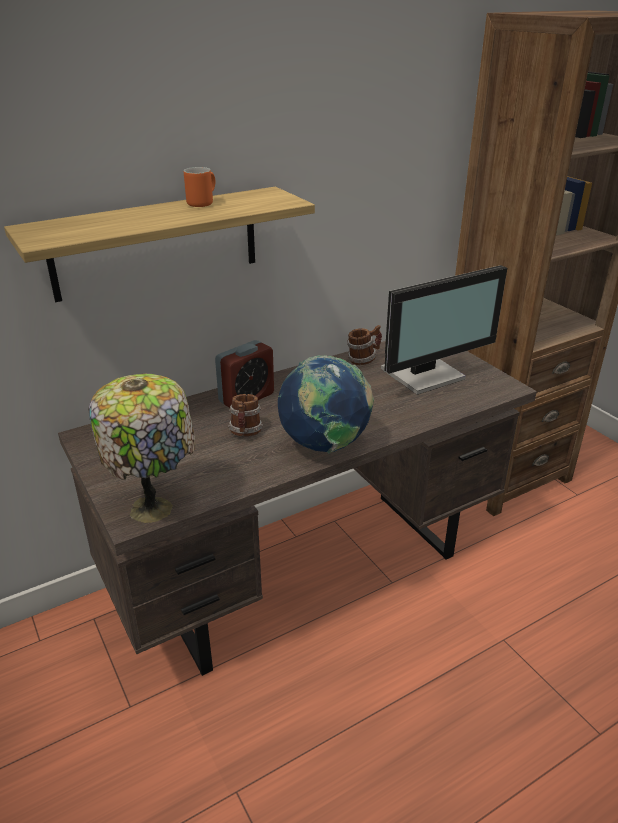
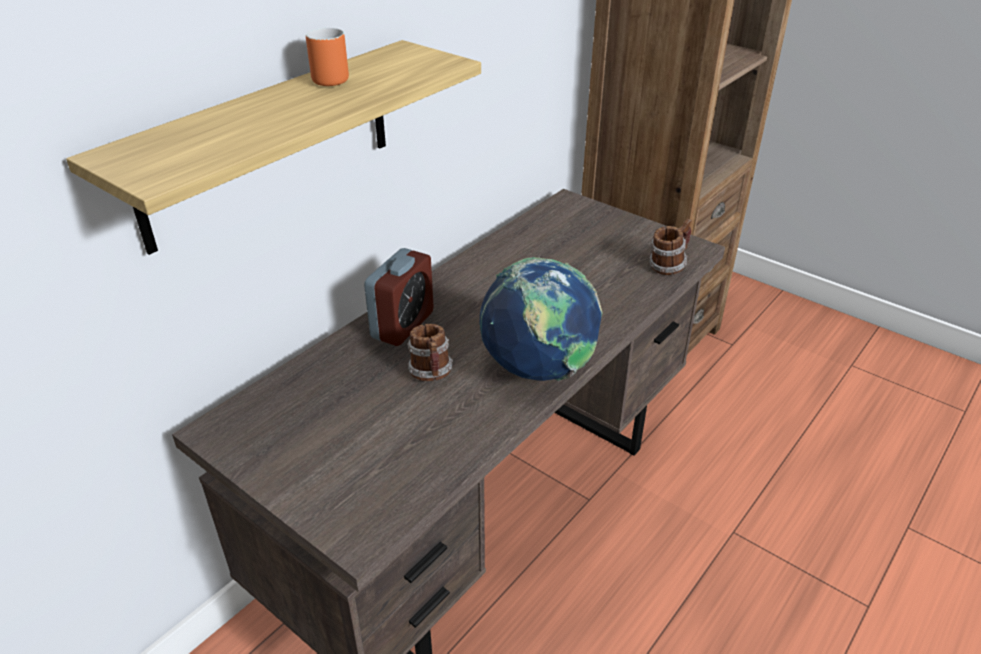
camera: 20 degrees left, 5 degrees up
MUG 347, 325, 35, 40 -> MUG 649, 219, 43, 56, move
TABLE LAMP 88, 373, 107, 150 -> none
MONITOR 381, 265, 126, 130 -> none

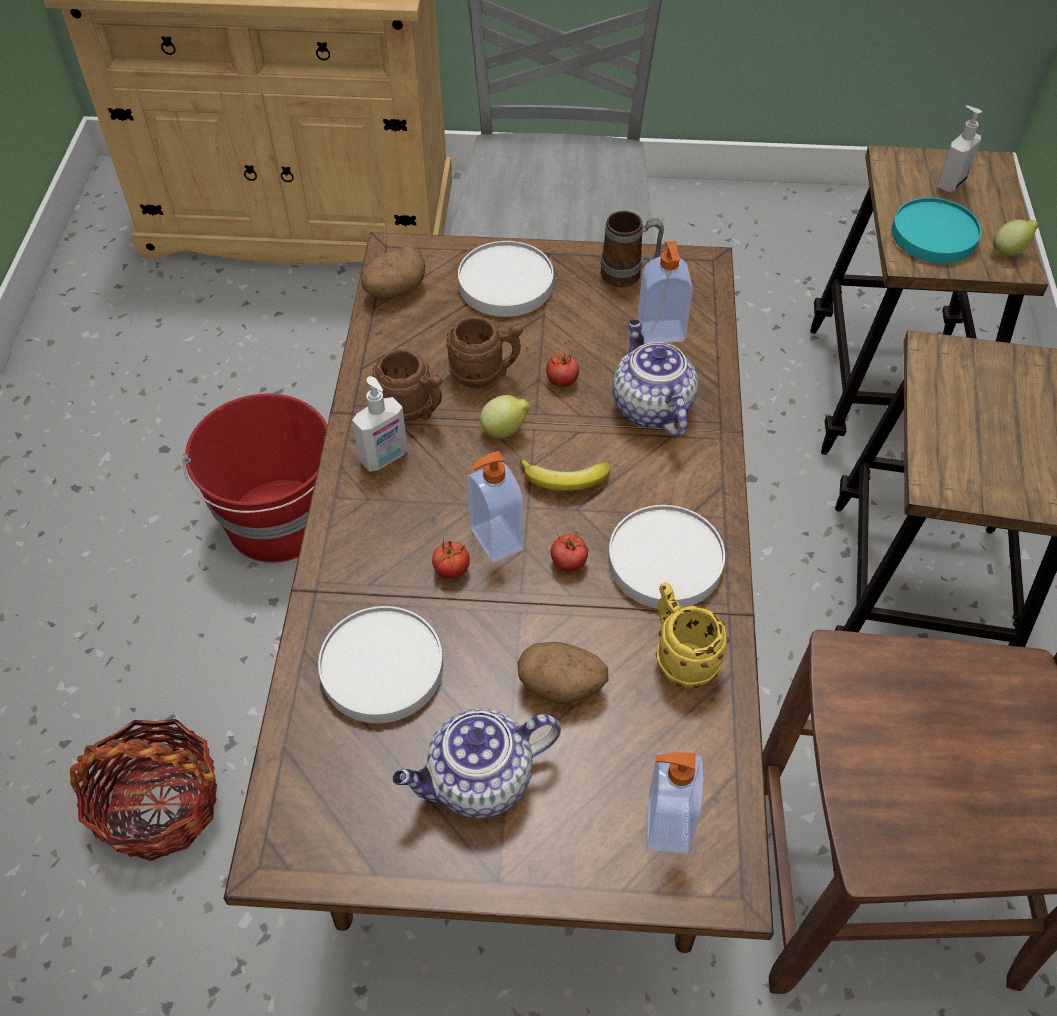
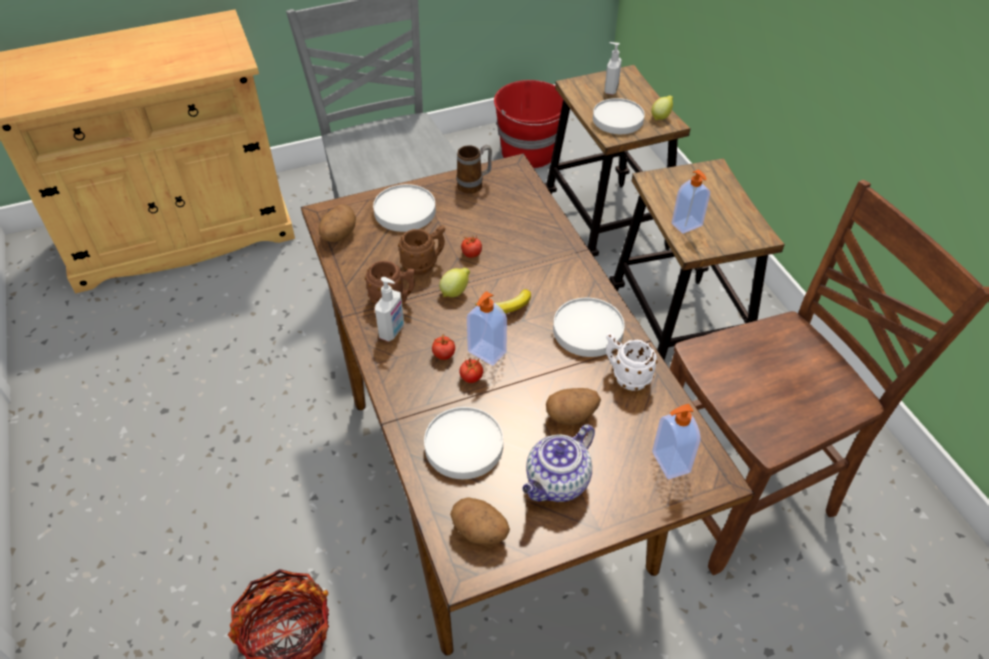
camera: 25 degrees left, 5 degrees down
TOMATO 551, 532, 38, 40 -> TOMATO 432, 334, 23, 26, move
none -> POTATO 450, 497, 60, 47
RED BUCKET 182, 394, 145, 169 -> RED BUCKET 494, 80, 69, 88, move
TURQUOISE PLATE 892, 198, 89, 65 -> WHITE PLATE 593, 98, 52, 36
YELLOW MUG 656, 582, 73, 106 -> WHITE MUG 606, 333, 52, 58
SOAP DISPENSER 637, 241, 56, 103 -> SOAP DISPENSER 672, 170, 38, 64, move
TEAPOT 613, 319, 85, 119 -> none

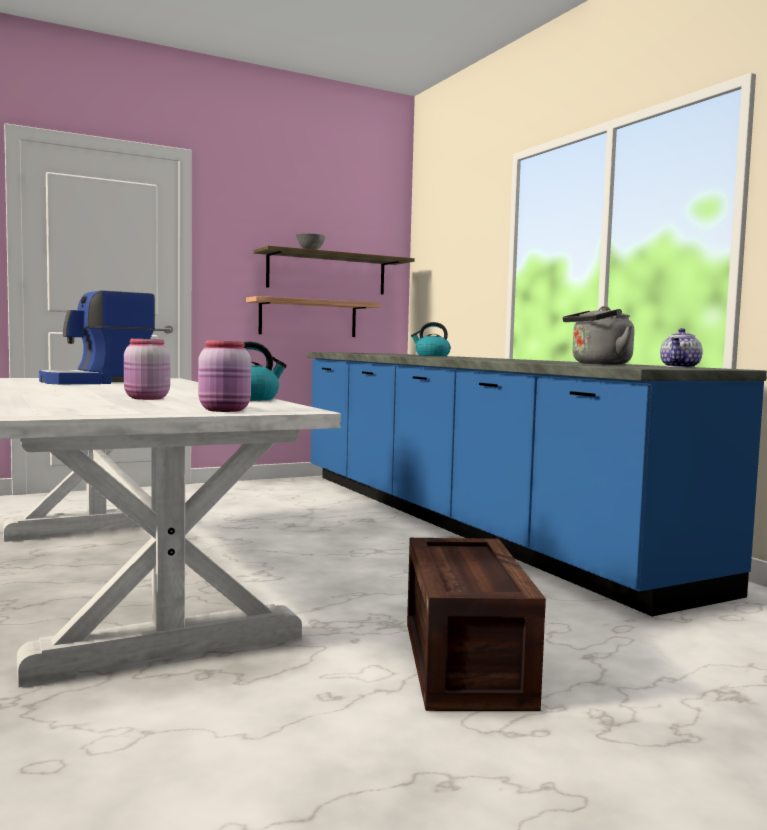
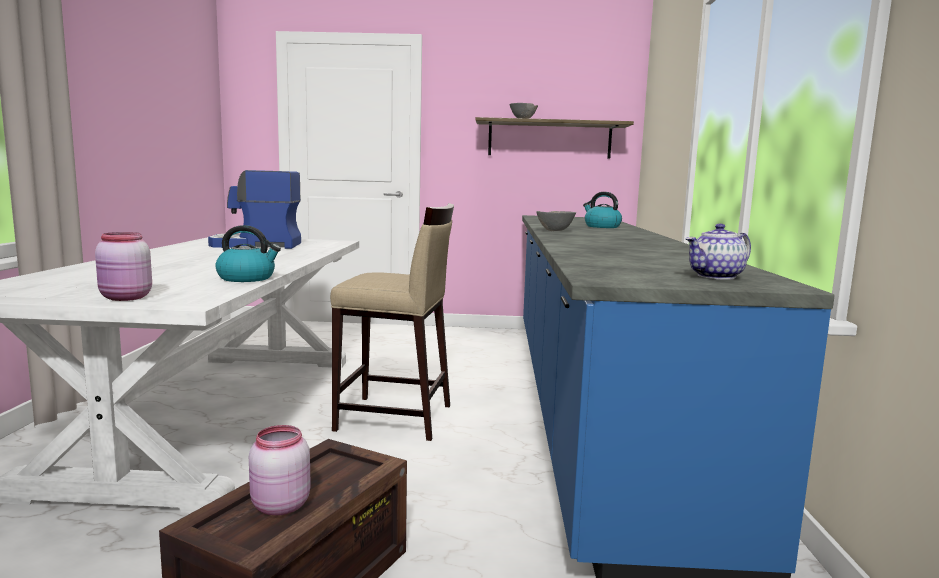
camera: 30 degrees right, 5 degrees up
PINK JAR 124, 339, 46, 61 -> PINK JAR 249, 425, 62, 90, move
none -> BEIGE STOOL 330, 203, 124, 238
none -> GREY BOWL 536, 211, 40, 20
SHELF 246, 296, 134, 41 -> none
GREY KETTLE 563, 306, 71, 59 -> none

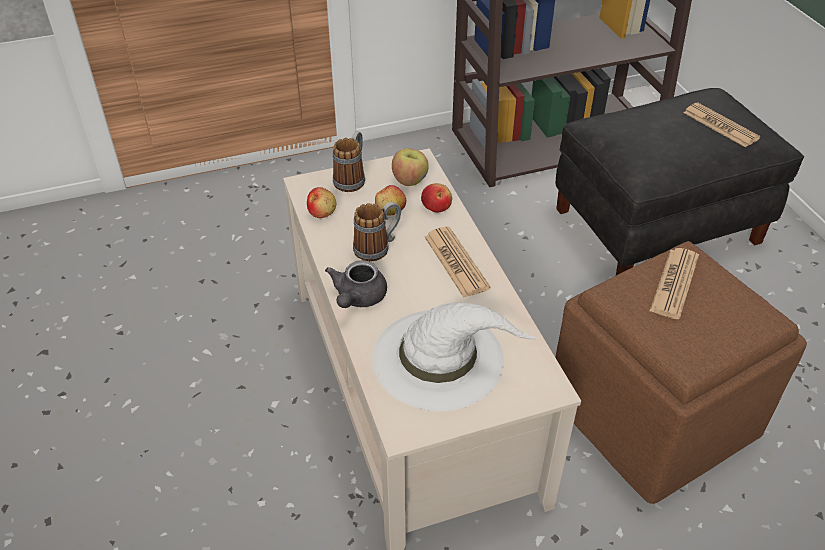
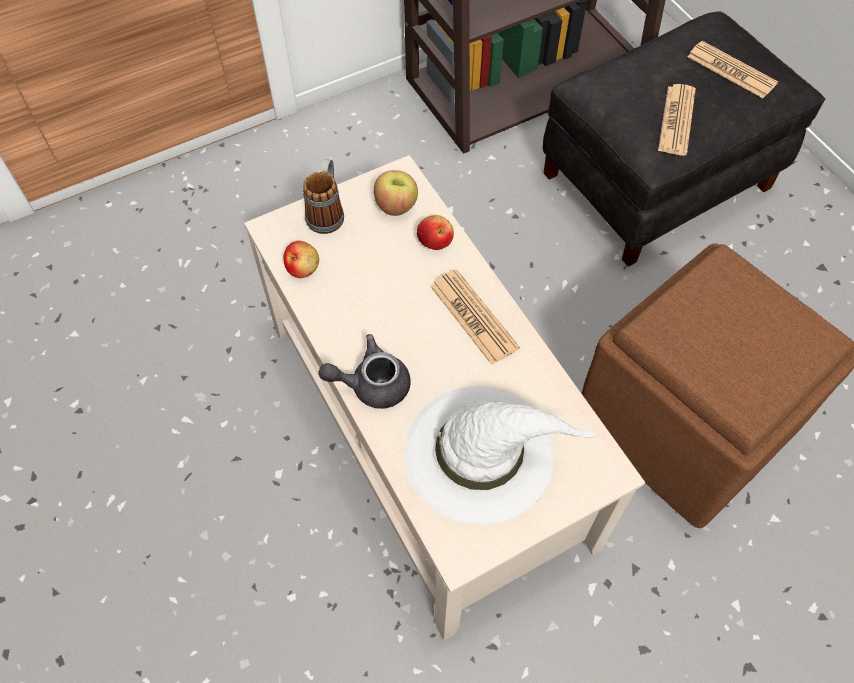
camera: 10 degrees left, 15 degrees up
GREY TEAPOT 325, 260, 62, 48 -> GREY TEAPOT 318, 334, 93, 75, 75 degrees clockwise
NEWSPAPER 650, 248, 49, 71 -> NEWSPAPER 658, 84, 38, 71, move
MUG 353, 202, 48, 59 -> none
APPLE 375, 185, 31, 31 -> none

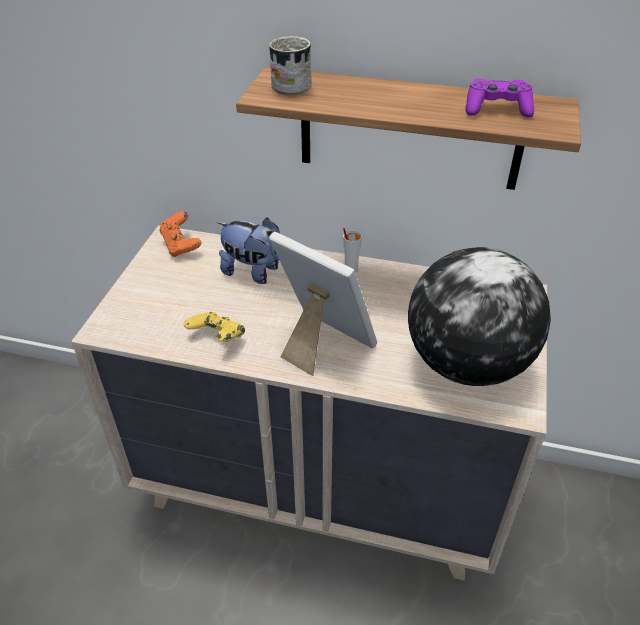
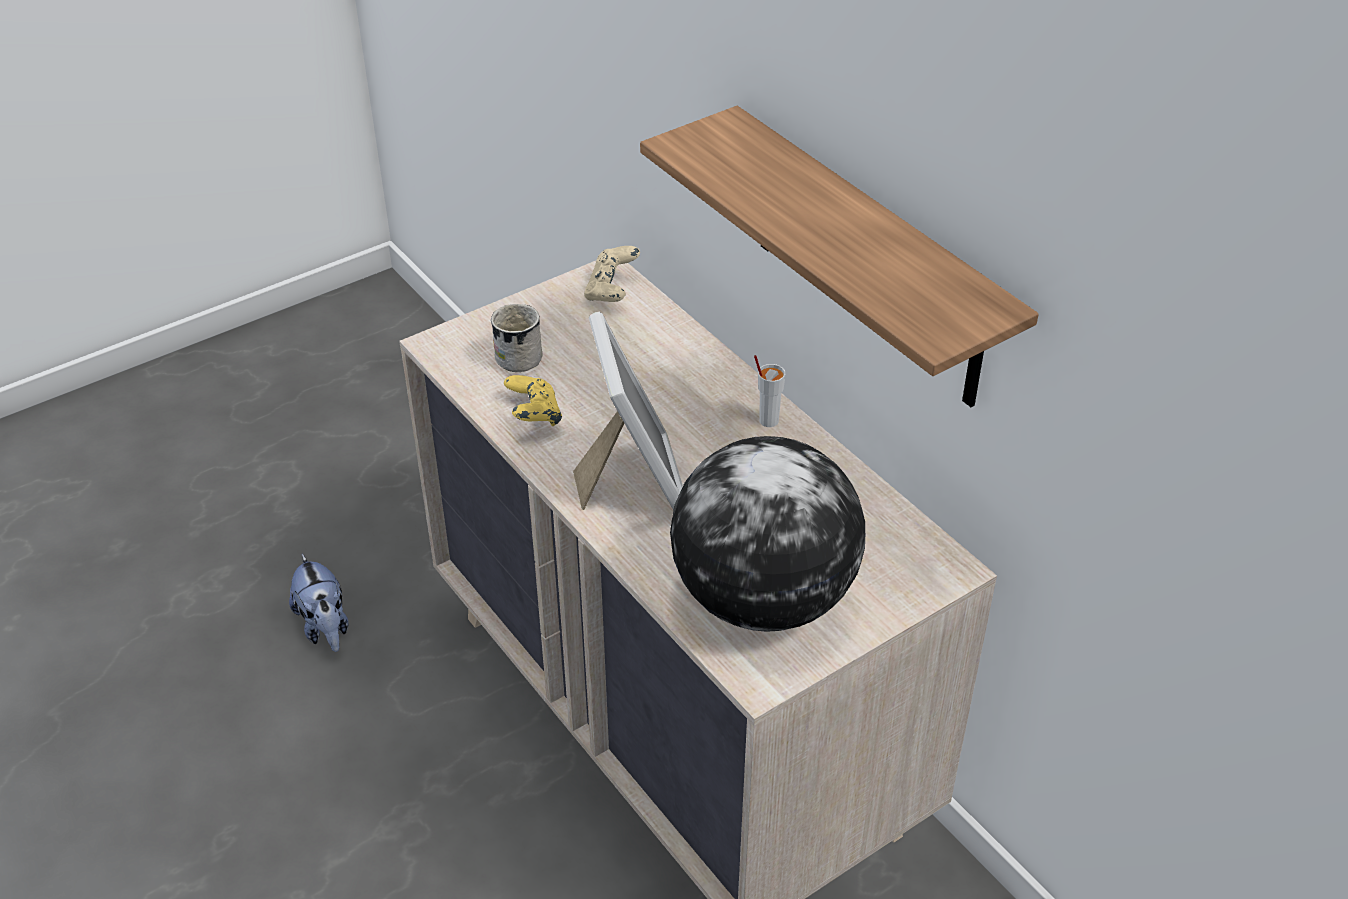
camera: 40 degrees right, 0 degrees up
PLUSH TOY 217, 218, 63, 66 -> PLUSH TOY 289, 554, 59, 98, move
WHITE MUG 269, 36, 43, 59 -> WHITE MUG 491, 304, 52, 68, move
ORANGE GAME CONTROLLER 159, 211, 42, 46 -> BEIGE GAME CONTROLLER 584, 246, 56, 56
PURPLE GAME CONTROLLER 465, 78, 69, 39 -> none

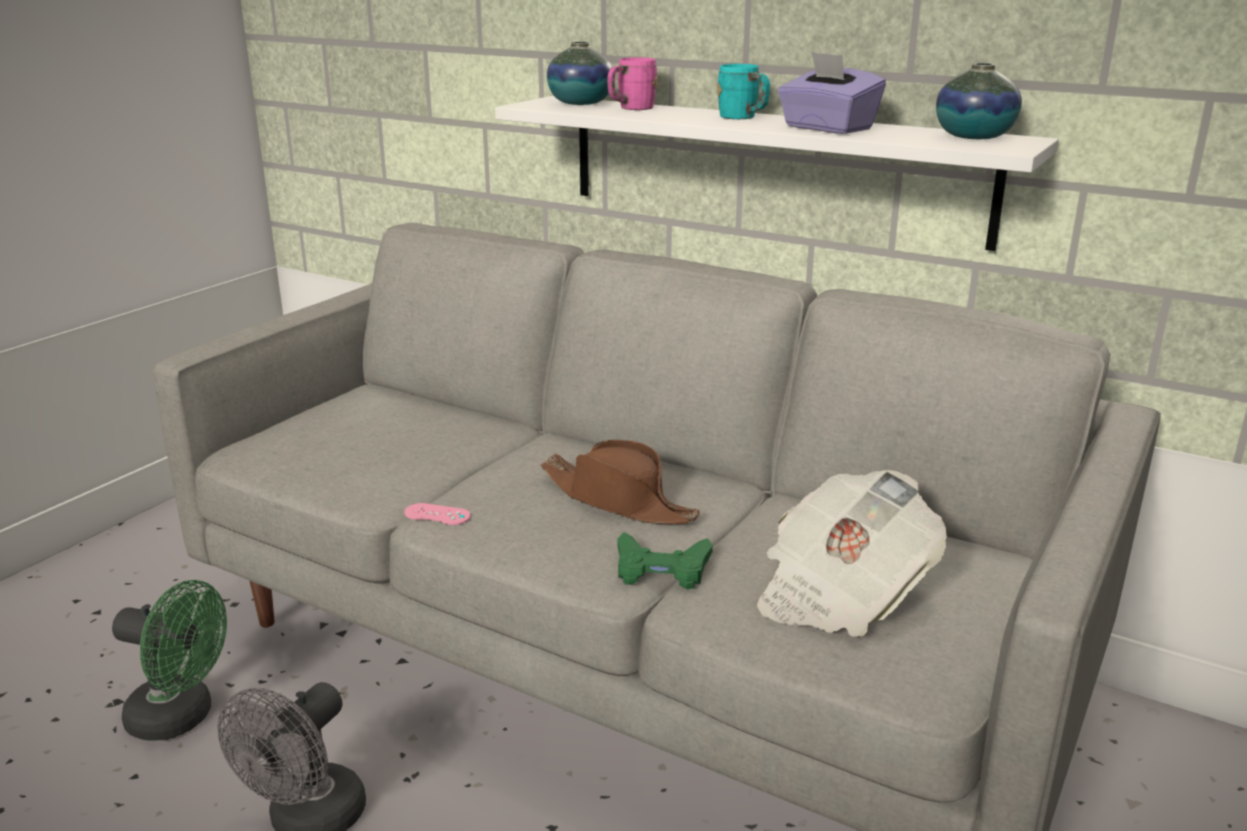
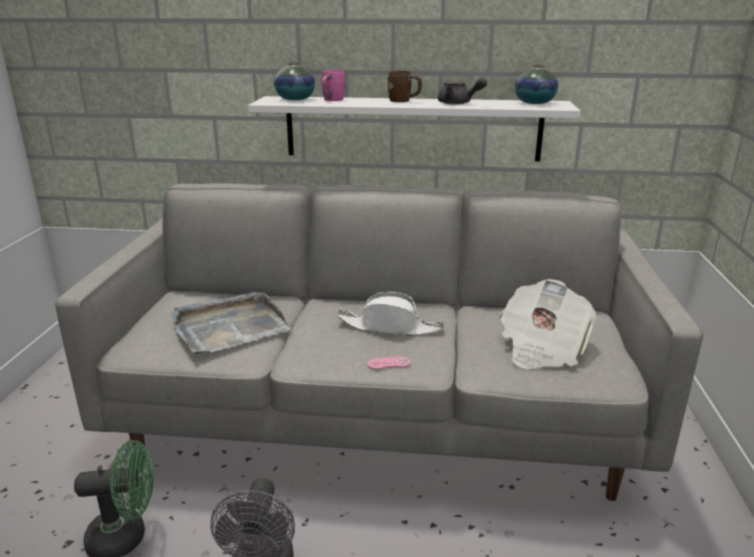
camera: 25 degrees left, 0 degrees up
none -> GREY TRAY 171, 292, 120, 62
BROWN HAT 541, 439, 159, 85 -> WHITE HAT 337, 292, 107, 43
PINK GAME CONTROLLER 404, 503, 67, 22 -> PINK GAME CONTROLLER 367, 356, 44, 14, move
TURQUOISE MUG 717, 64, 53, 55 -> BROWN MUG 388, 71, 34, 31
PURPLE TISSUE BOX 778, 51, 108, 83 -> GREY TEAPOT 438, 78, 49, 26
GREEN GAME CONTROLLER 617, 532, 96, 57 -> none

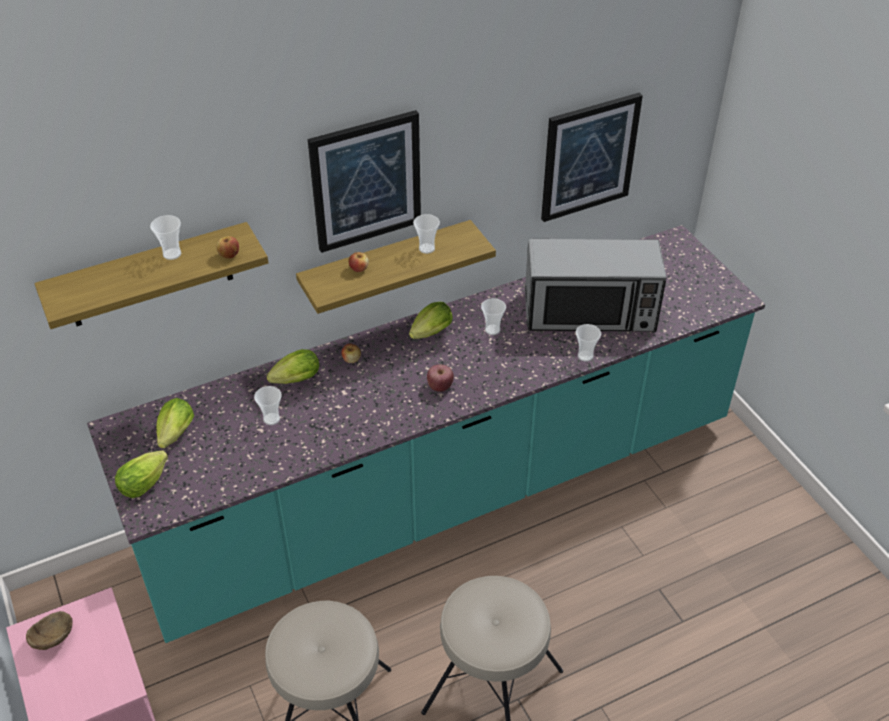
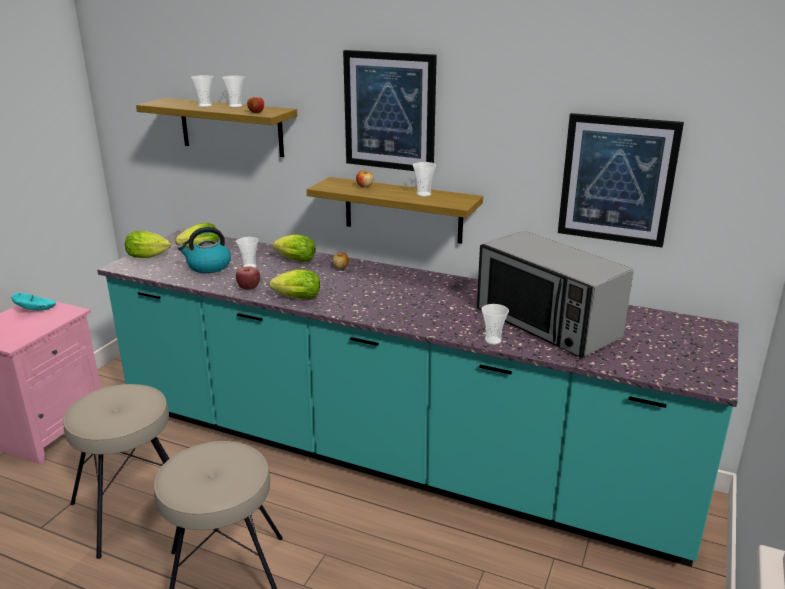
camera: 50 degrees right, 20 degrees down
BROWN BOWL 26, 611, 46, 39 -> TURQUOISE BOWL 11, 293, 45, 18
none -> KETTLE 178, 227, 53, 46
CUP 481, 298, 25, 37 -> CUP 191, 75, 22, 32, move
APPLE 427, 365, 27, 27 -> APPLE 236, 266, 24, 23, move
LETTUCE 409, 302, 44, 37 -> LETTUCE 270, 270, 50, 29, move

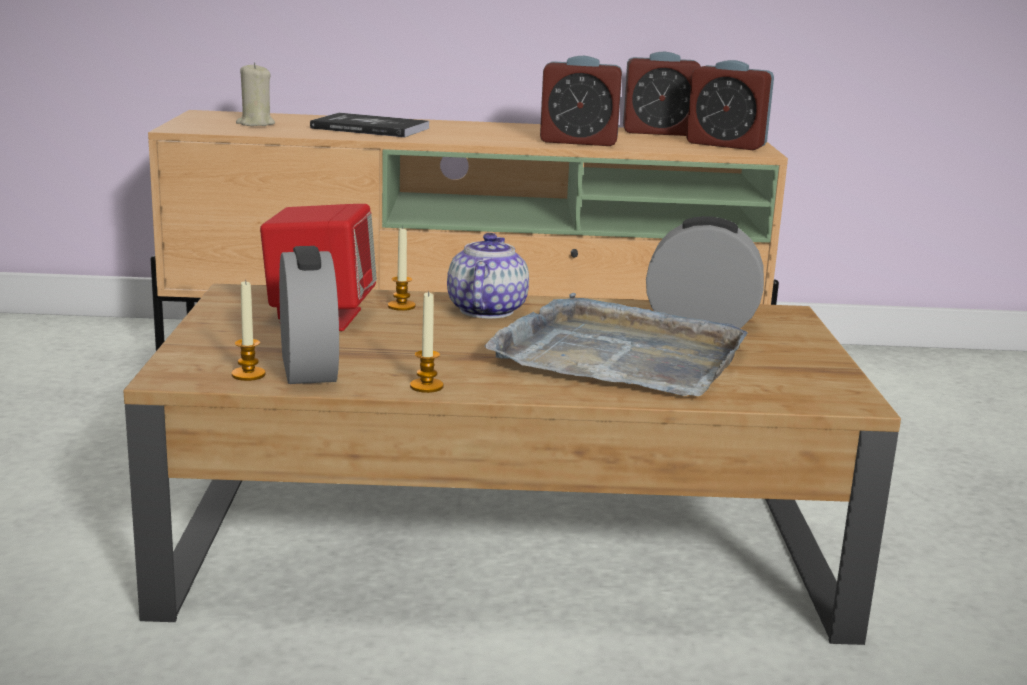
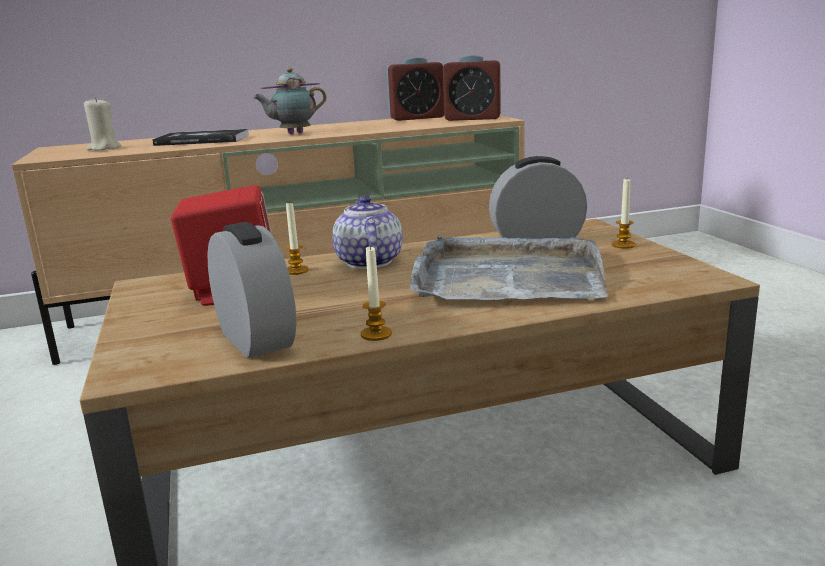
camera: 15 degrees left, 0 degrees up
none -> TEAPOT 253, 68, 74, 66
CANDLE 232, 280, 34, 101 -> CANDLE 612, 179, 24, 70, move
ALARM CLOCK 540, 56, 82, 90 -> none

